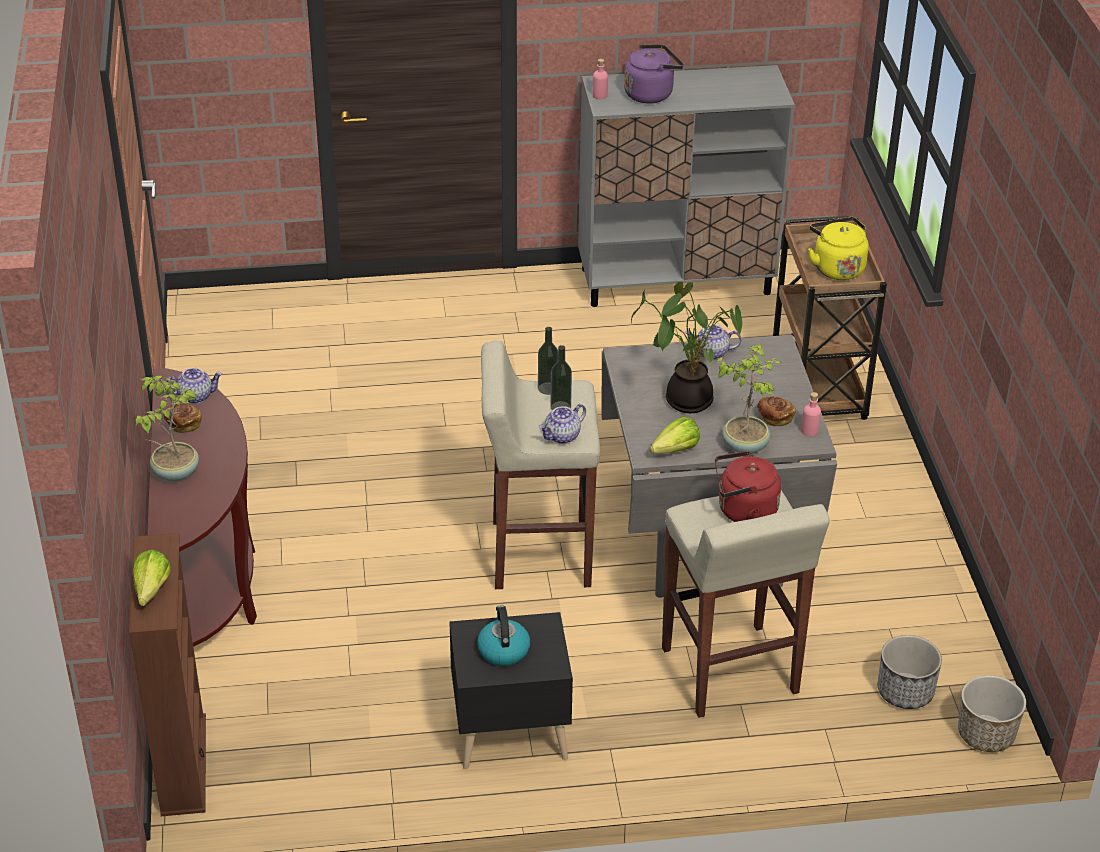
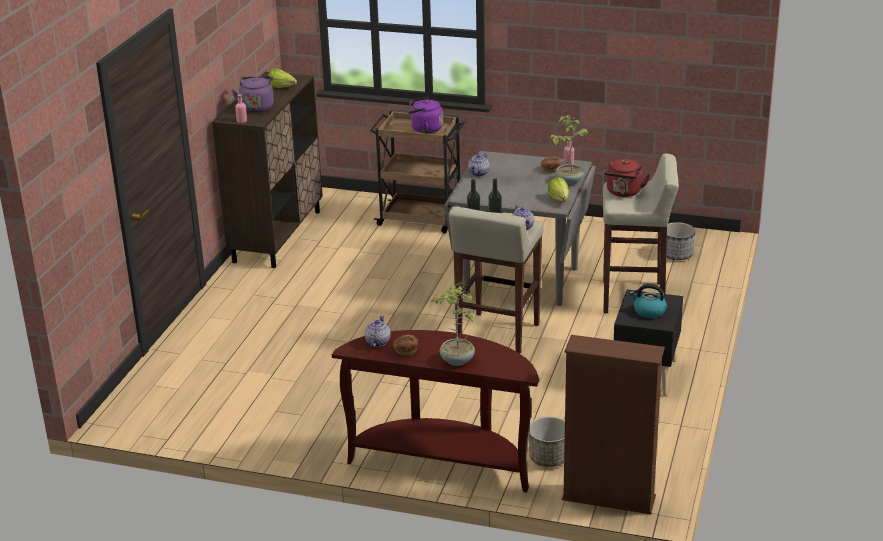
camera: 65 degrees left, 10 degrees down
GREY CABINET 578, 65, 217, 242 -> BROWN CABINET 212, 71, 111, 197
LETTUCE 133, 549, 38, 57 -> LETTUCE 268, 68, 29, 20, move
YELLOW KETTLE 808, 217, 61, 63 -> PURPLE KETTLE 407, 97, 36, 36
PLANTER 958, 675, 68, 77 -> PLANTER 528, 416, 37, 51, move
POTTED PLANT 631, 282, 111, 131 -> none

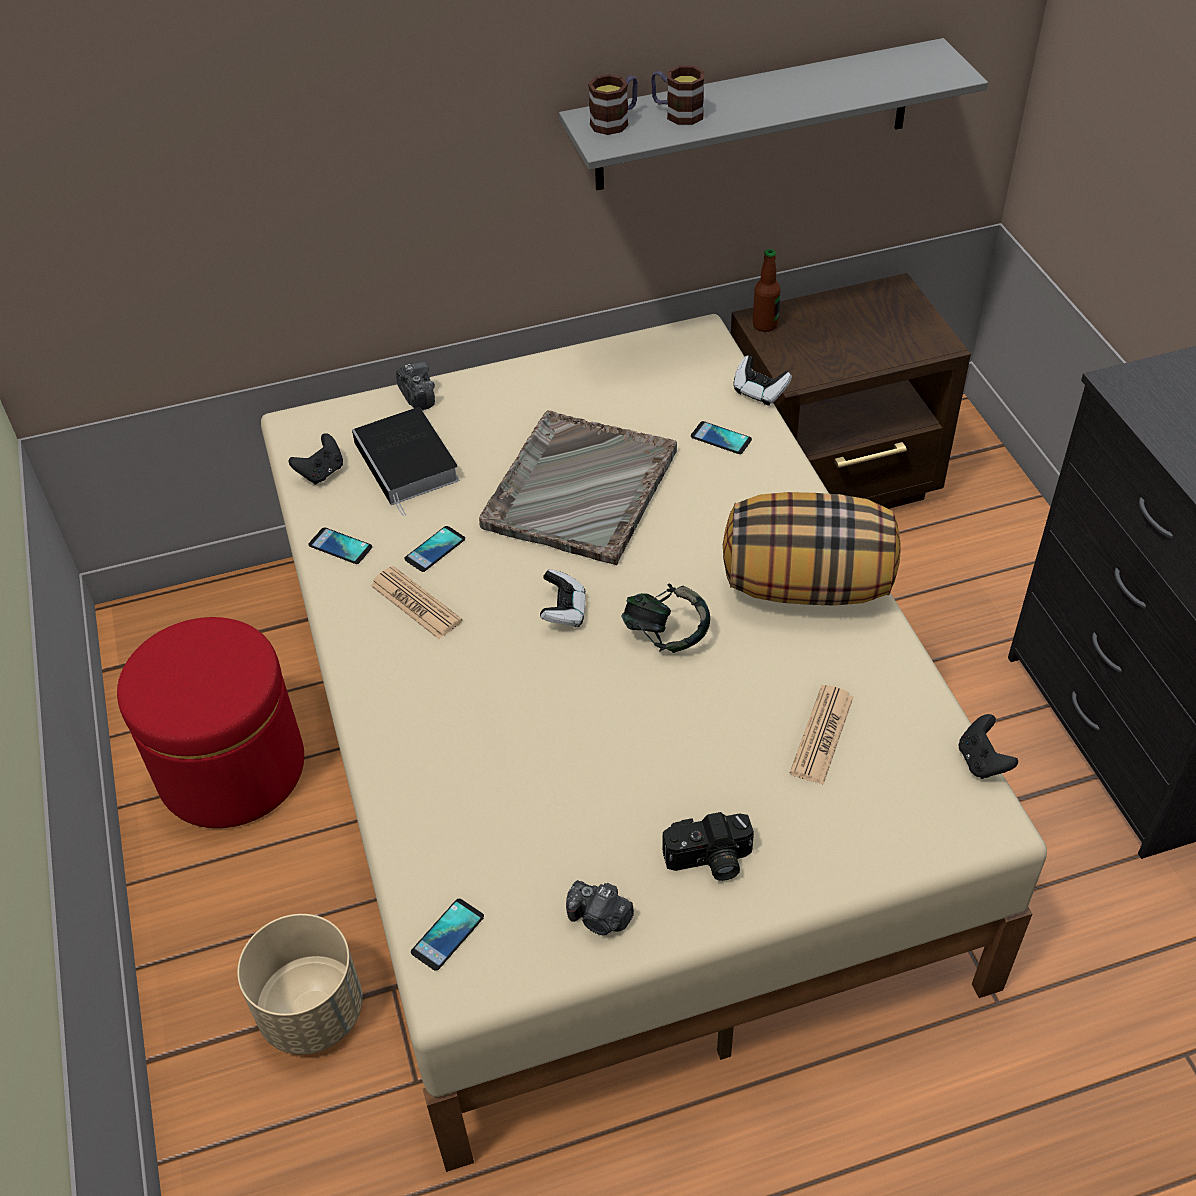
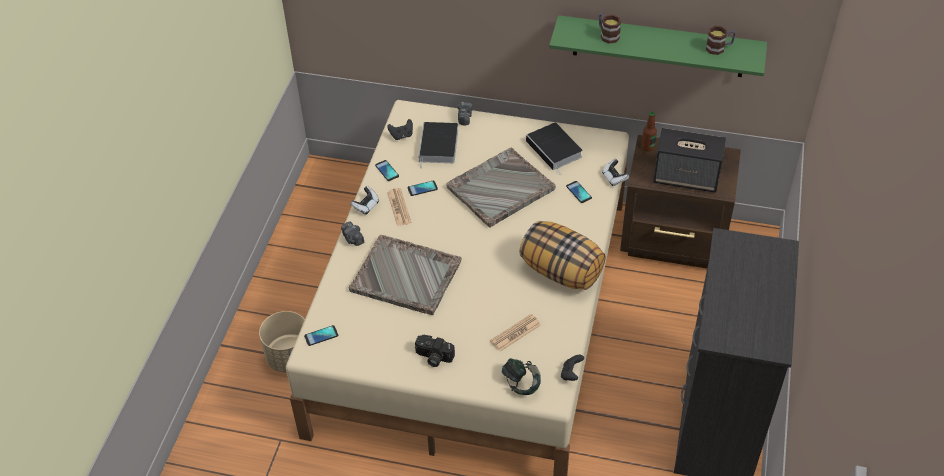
camera: 30 degrees right, 0 degrees up
PHOTO CAMERA 566, 880, 68, 56 -> PHOTO CAMERA 341, 221, 23, 25, move
none -> GREY TRAY 349, 235, 113, 80
GAME CONTROLLER 540, 569, 45, 58 -> GAME CONTROLLER 350, 186, 29, 28, move
HEADPHONES 622, 583, 88, 70 -> HEADPHONES 502, 358, 39, 37, move
none -> BOOK 526, 122, 57, 53
GREY SHELF 559, 38, 429, 152 -> GREEN SHELF 549, 15, 218, 62
none -> SPEAKER 653, 128, 73, 65
MUG 588, 74, 50, 61 -> MUG 706, 26, 29, 29, move
RED OTTOMAN 117, 617, 187, 211 -> none

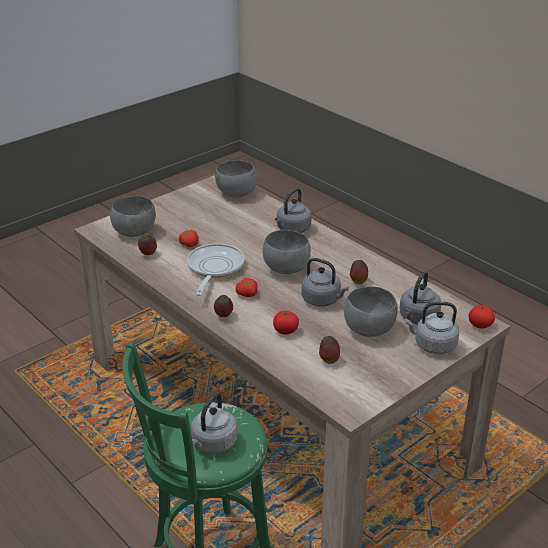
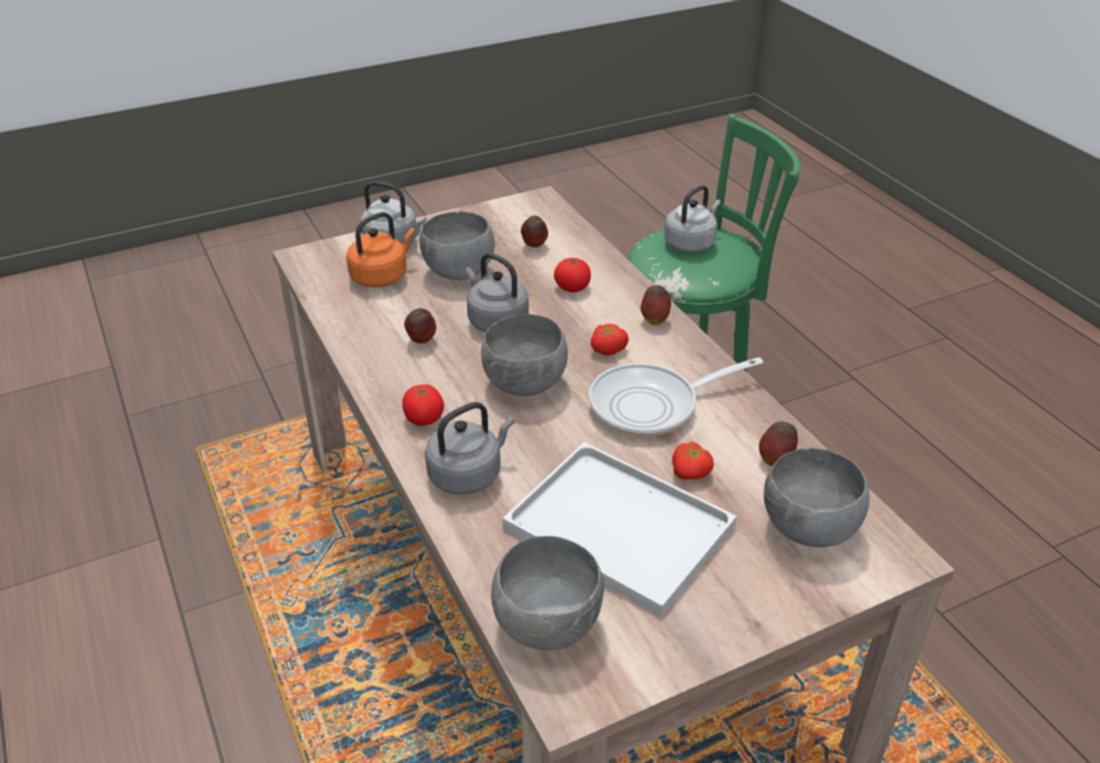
camera: 165 degrees left, 5 degrees up
GREY KETTLE 400, 271, 41, 53 -> ORANGE KETTLE 346, 212, 69, 75
TOMATO 468, 305, 27, 24 -> TOMATO 402, 384, 42, 42, move
none -> WHITE TRAY 503, 442, 234, 174
FRYING PAN 187, 243, 58, 53 -> FRYING PAN 589, 357, 174, 79, 45 degrees clockwise

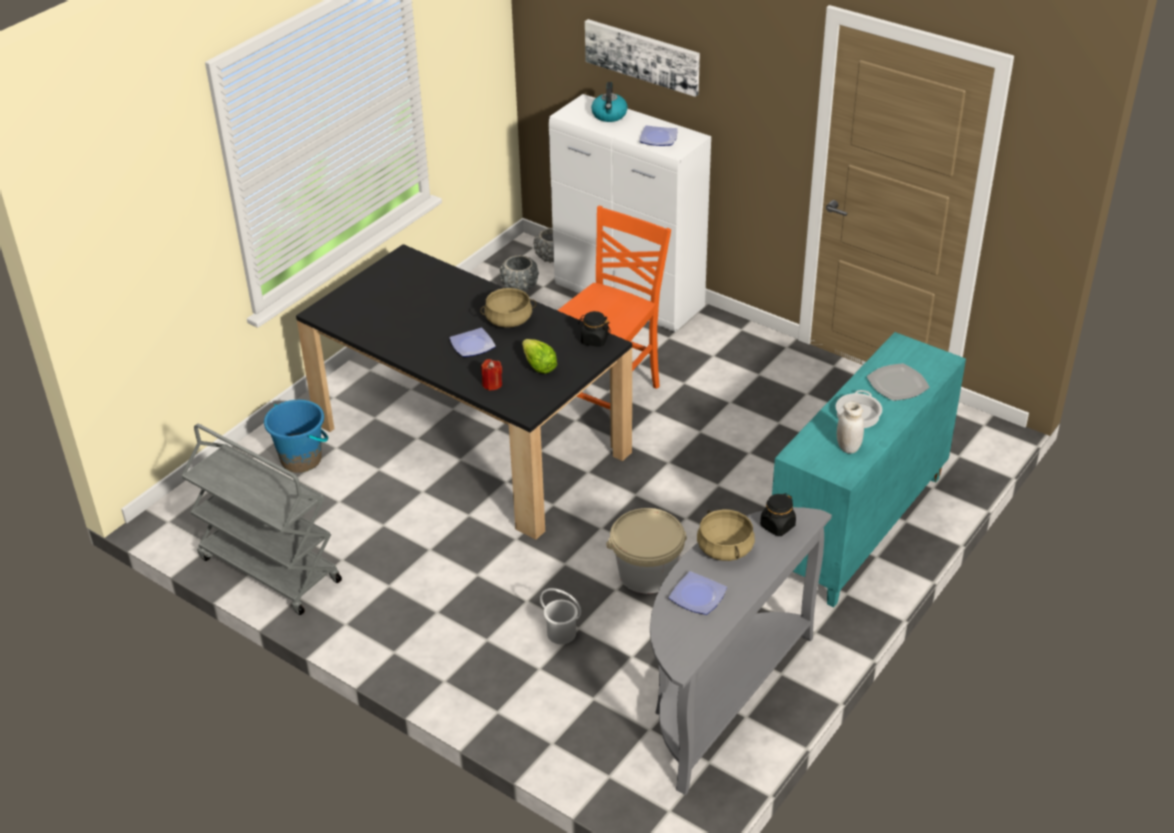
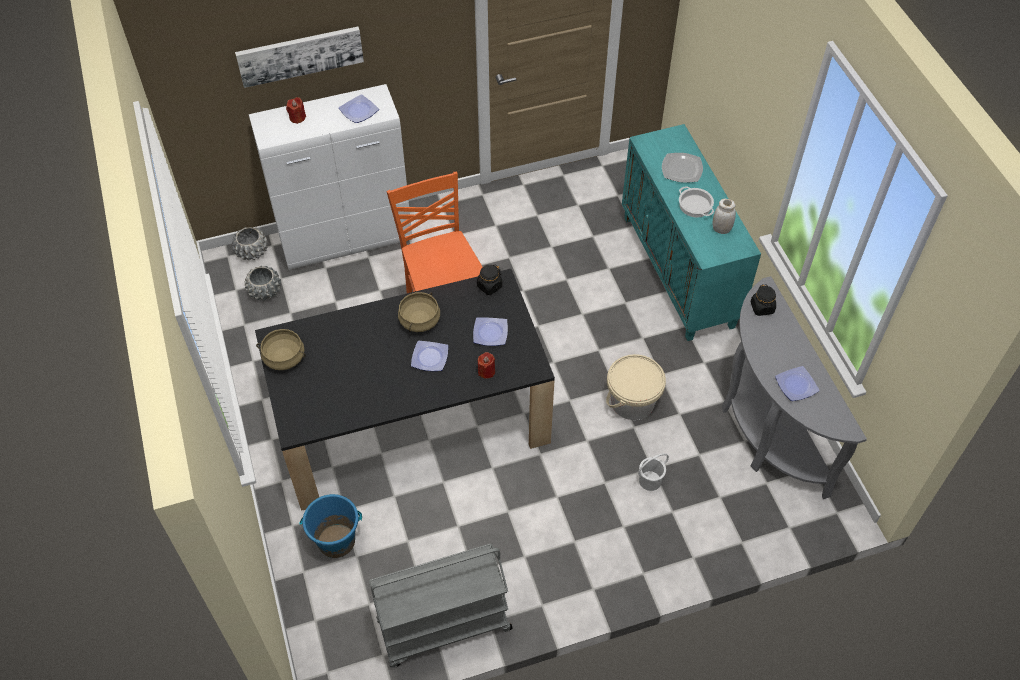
camera: 55 degrees left, 15 degrees up
BEIGE COOKING POT 697, 509, 58, 52 -> BEIGE COOKING POT 256, 329, 50, 41, move
KETTLE 591, 82, 37, 40 -> RED CANDLE 286, 97, 20, 27
LETTUCE 522, 339, 35, 35 -> PLATE 473, 317, 35, 29

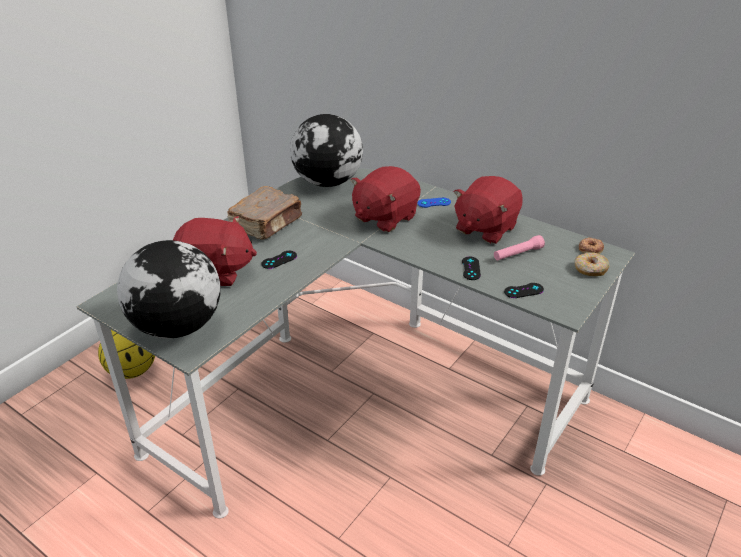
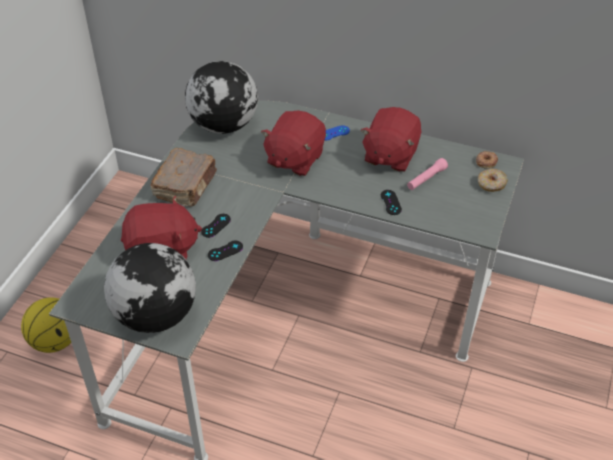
camera: 15 degrees left, 10 degrees up
BLACK GAME CONTROLLER 504, 283, 40, 15 -> BLACK GAME CONTROLLER 208, 240, 35, 21, move

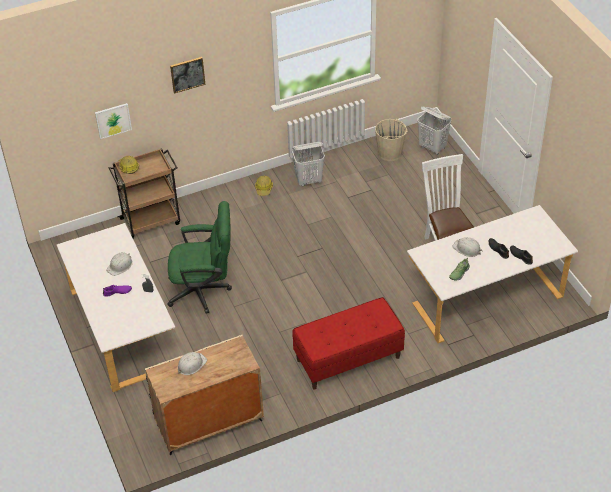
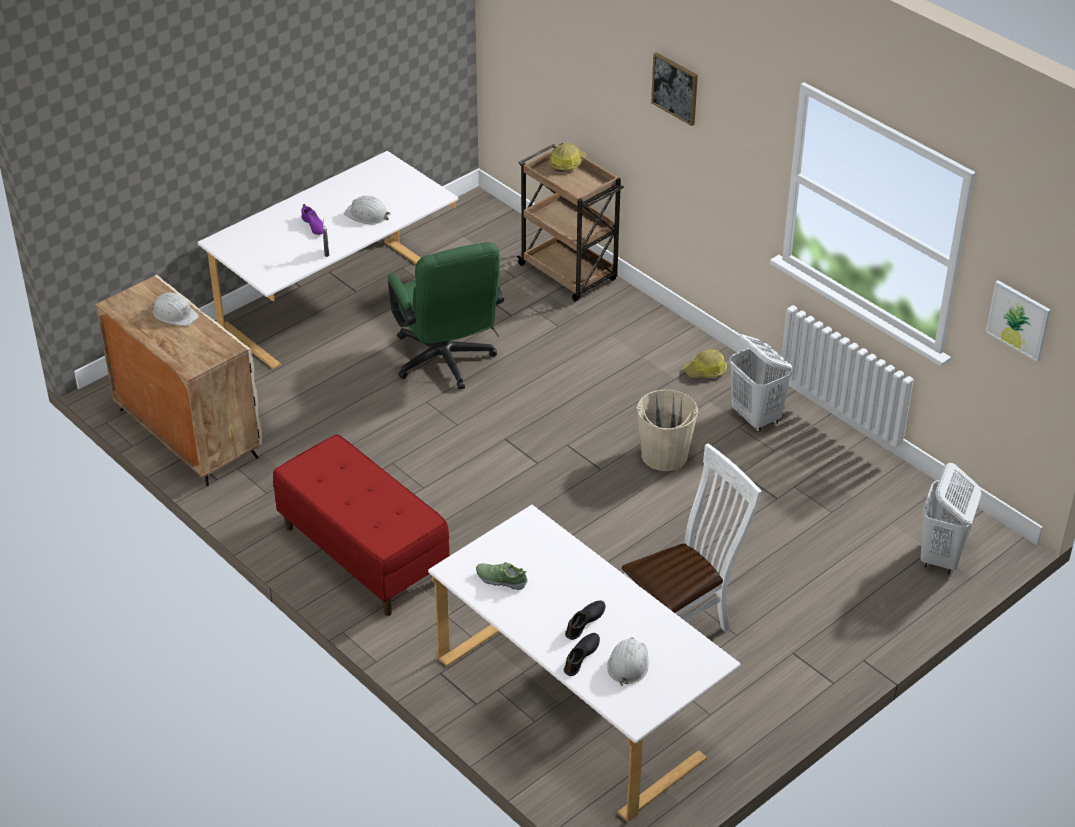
camera: 70 degrees right, 5 degrees down
WHITE HARD HAT 453, 237, 29, 20 -> WHITE HARD HAT 607, 637, 42, 49, move
BEIGE BUCKET 375, 119, 32, 42 -> BEIGE BUCKET 637, 389, 61, 82, move
PICTURE 95, 103, 37, 36 -> PICTURE 986, 280, 65, 82, move

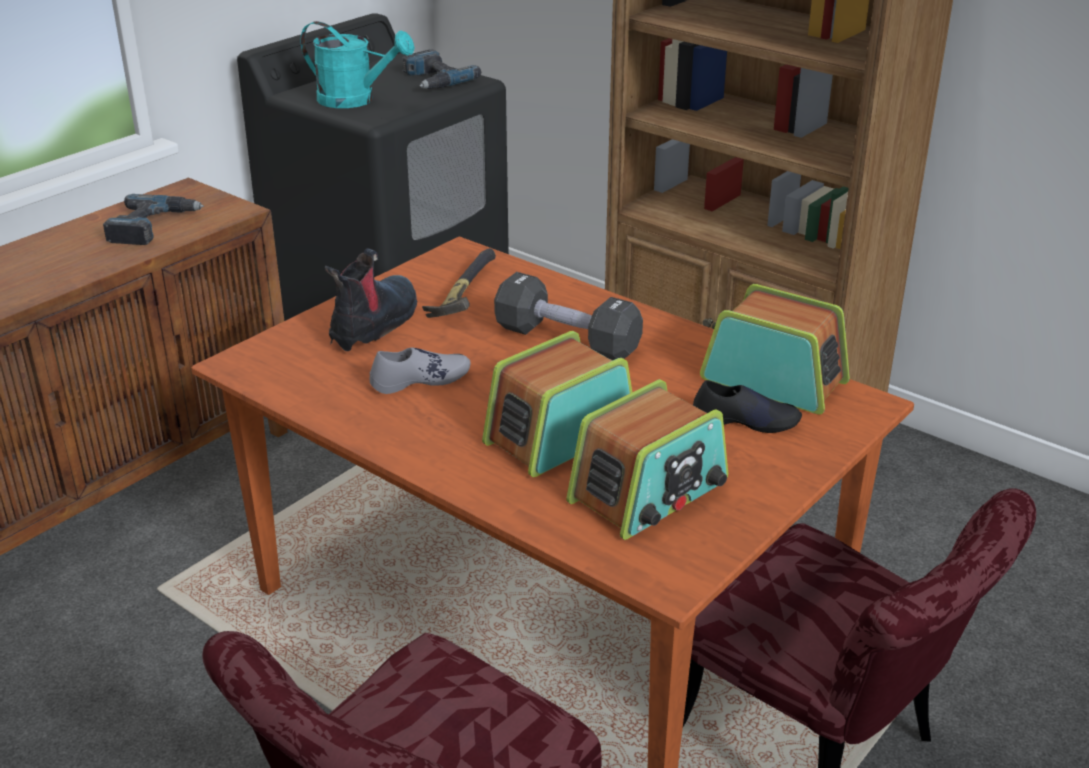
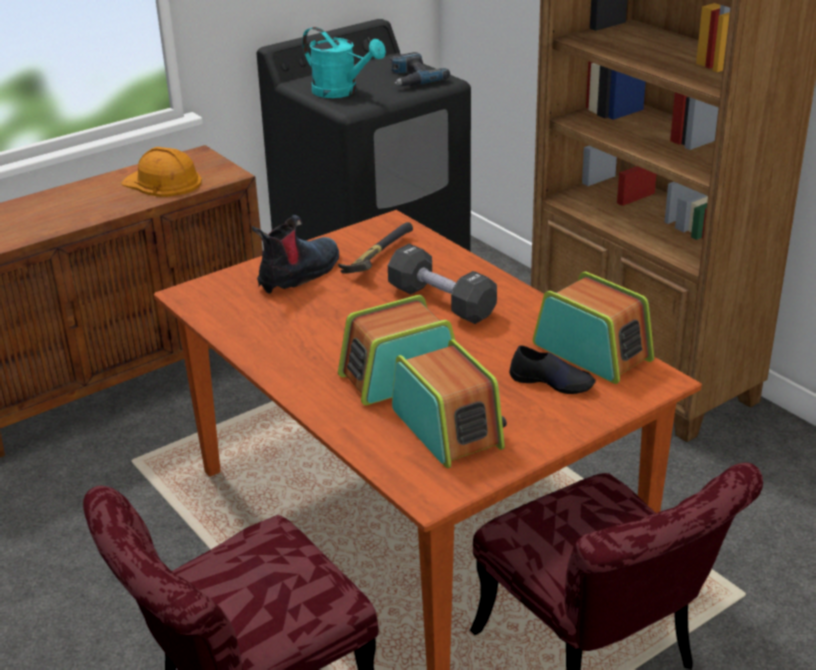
camera: 15 degrees right, 0 degrees up
POWER DRILL 103, 194, 101, 51 -> ORANGE HARD HAT 121, 147, 81, 50
RADIO 566, 379, 162, 161 -> RADIO 392, 339, 115, 129, 90 degrees counterclockwise
GREY SHOE 370, 347, 101, 47 -> none

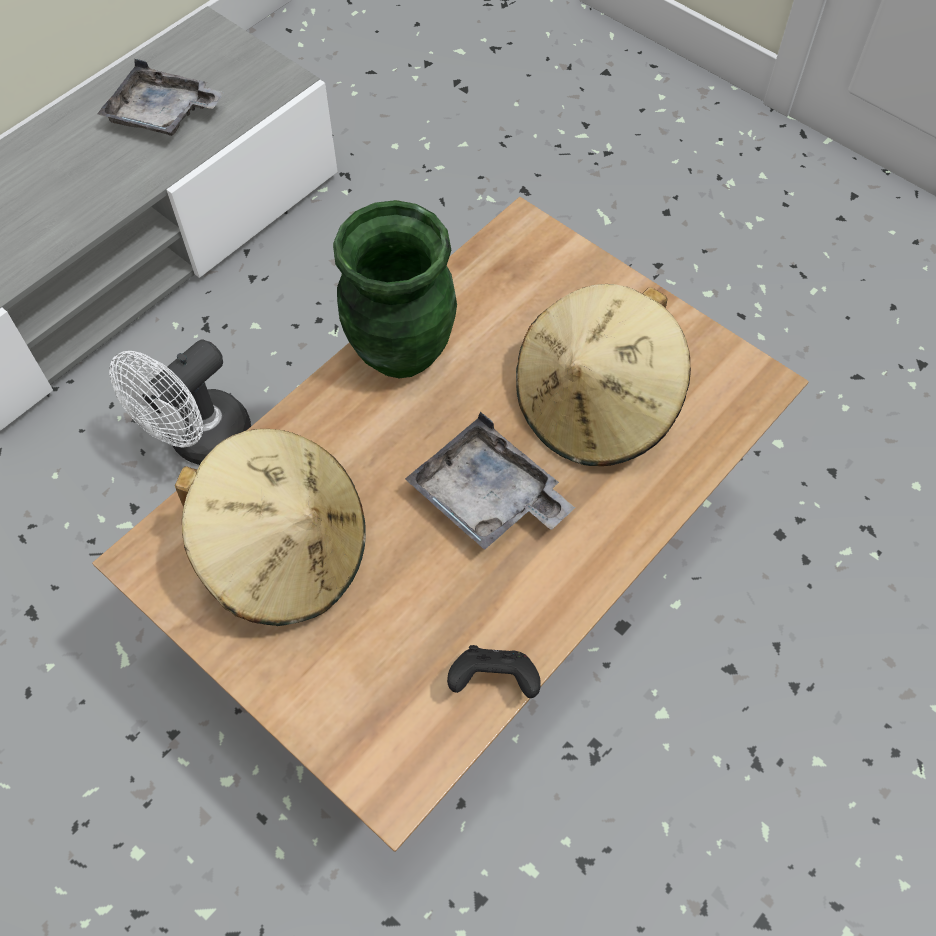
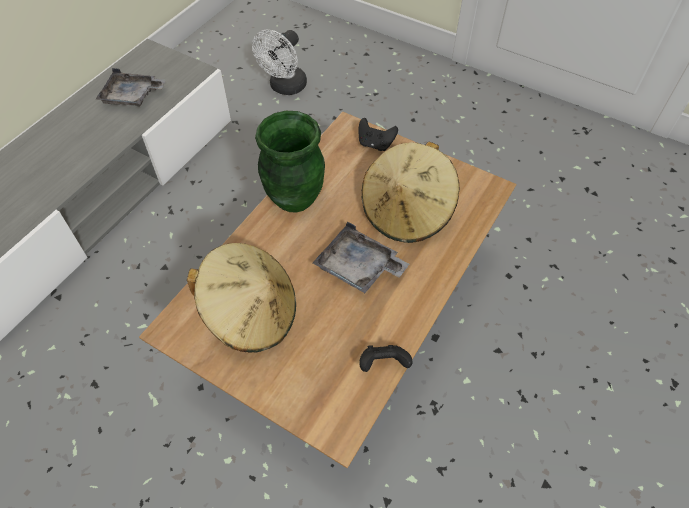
camera: 10 degrees left, 5 degrees down
WHITE FAN 109, 340, 142, 125 -> WHITE FAN 252, 30, 55, 65, move
none -> BLACK GAME CONTROLLER 359, 118, 39, 33

